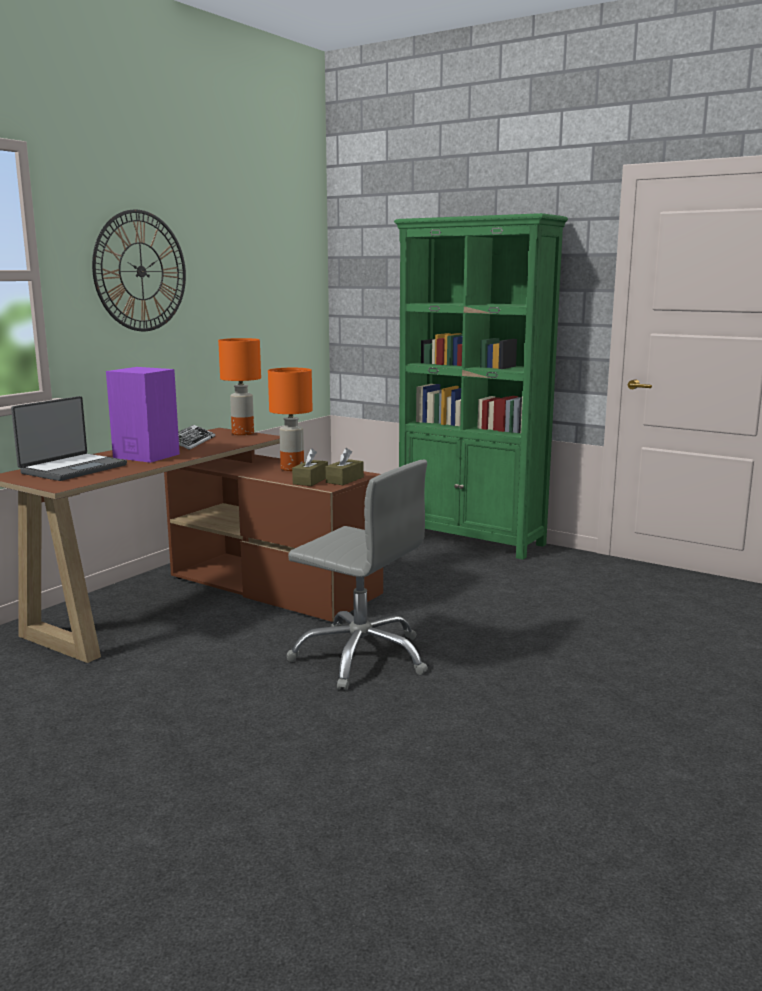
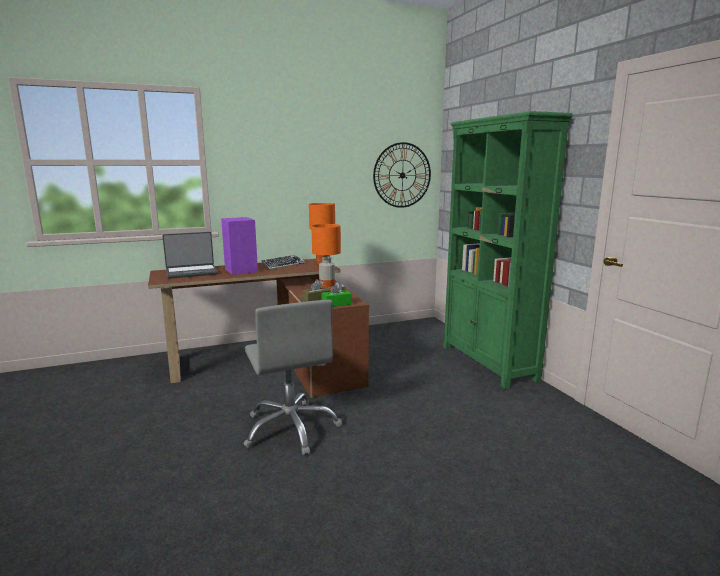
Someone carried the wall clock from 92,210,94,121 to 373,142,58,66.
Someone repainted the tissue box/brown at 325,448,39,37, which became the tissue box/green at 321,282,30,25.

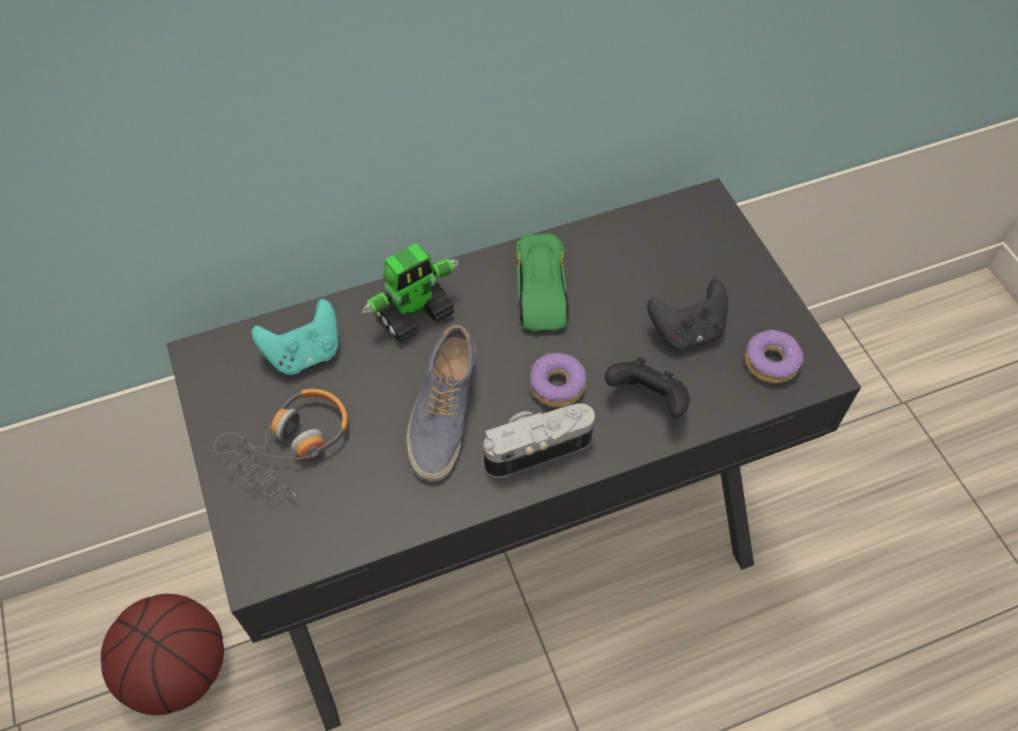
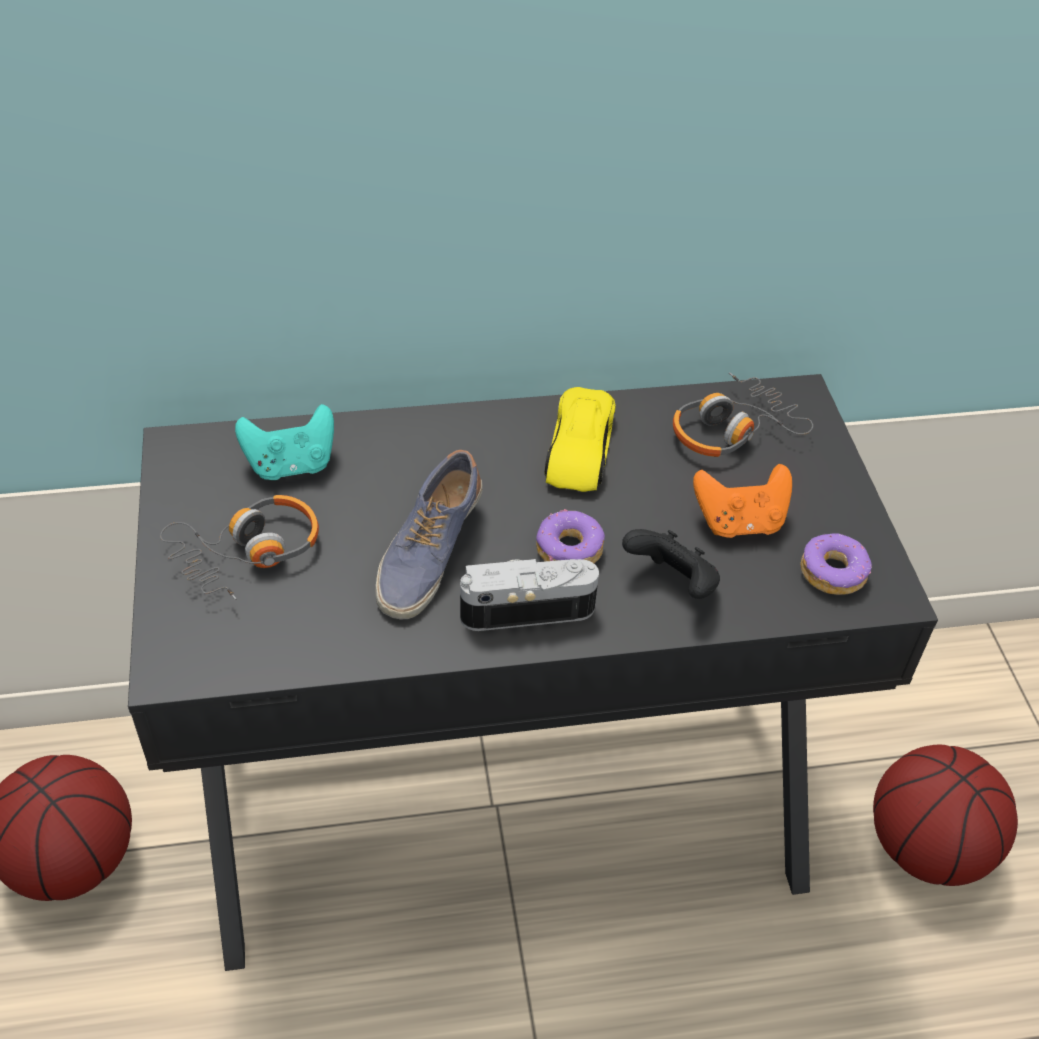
Someone took away the toy robot at 362,243,96,99.
Someone repainted the toy car/green at 516,233,53,98, which became the toy car/yellow at 544,387,72,105.
Someone repainted the game controller/black at 647,279,81,71, which became the game controller/orange at 693,464,99,74.
Someone put down the headphones at 673,372,140,85.
Someone put down the basketball at 873,745,145,141.

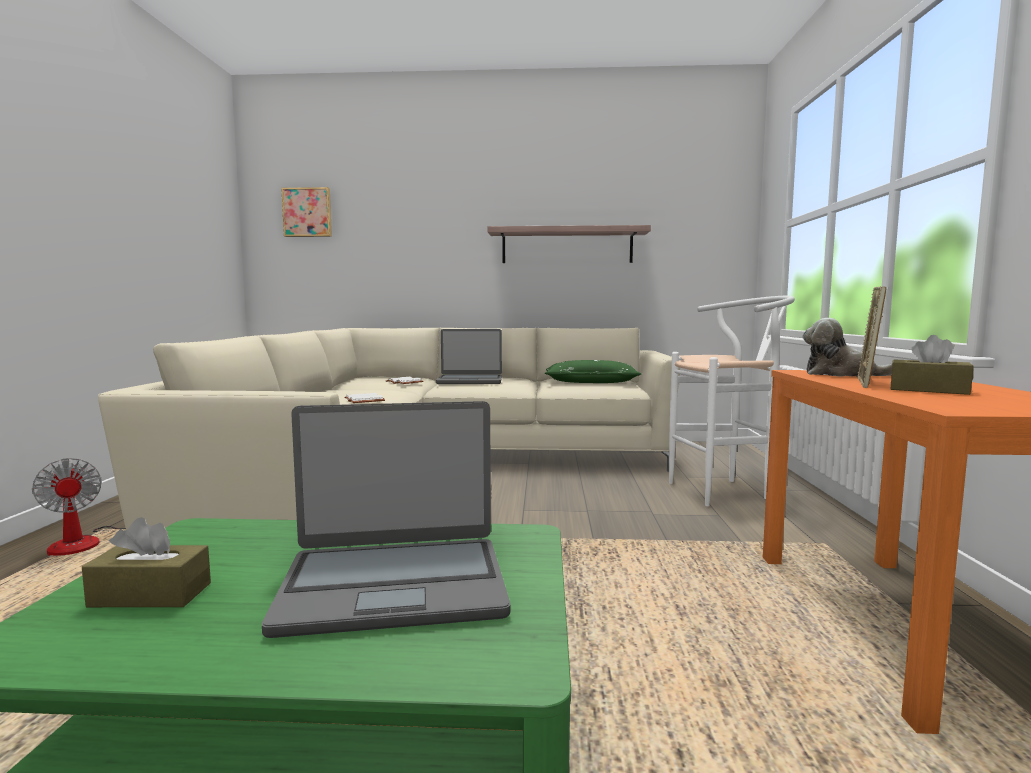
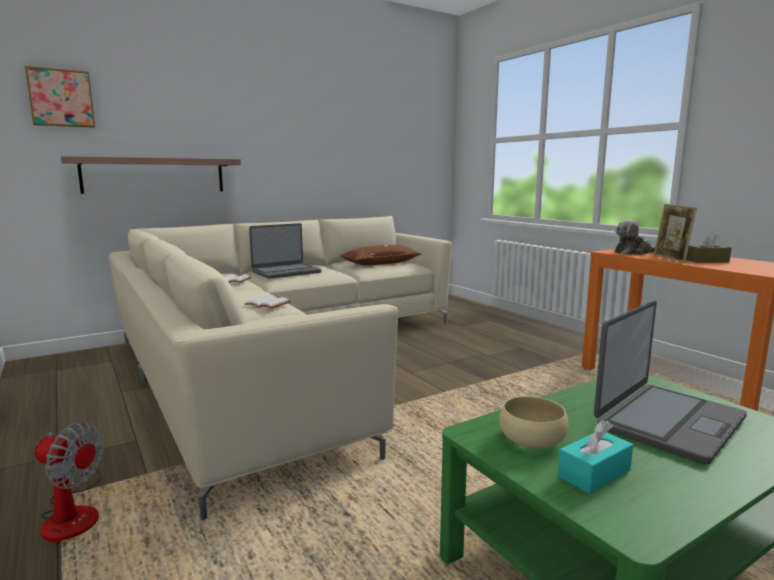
Someone repainted the tissue box/brown at 82,517,129,90, which became the tissue box/turquoise at 557,420,76,74.
Someone carried the shelf from 487,225,164,38 to 61,156,180,38.
Someone repainted the pillow/green at 545,360,96,23, which became the pillow/brown at 340,245,81,20.
Someone took away the stool/white at 669,296,126,210.
Someone put down the bowl/beige at 499,396,70,53.

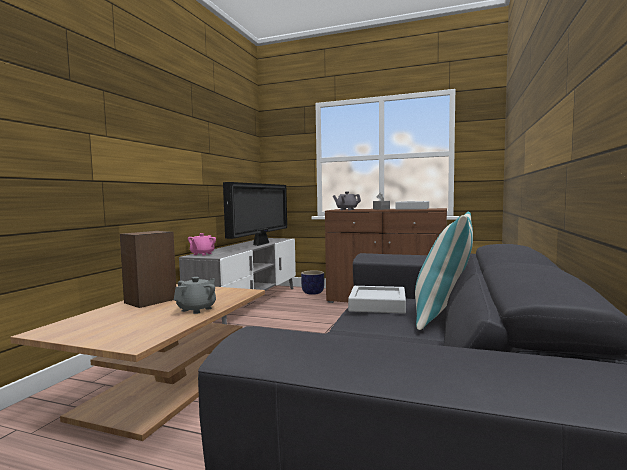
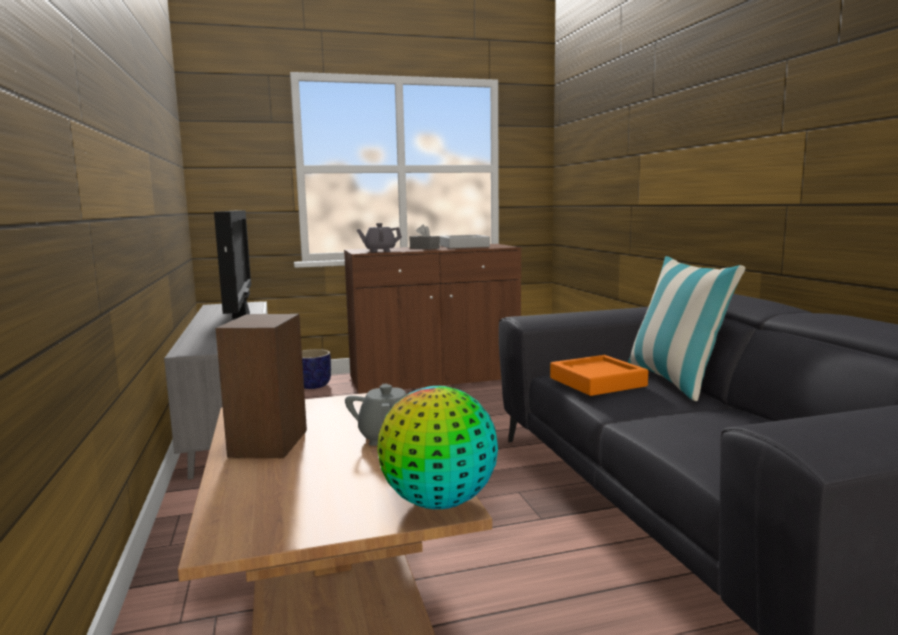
Someone took away the teapot/pink at 188,233,28,23.
Someone repainted the tray/grey at 348,286,58,28, which became the tray/orange at 550,355,98,41.
Someone put down the globe at 377,386,121,123.

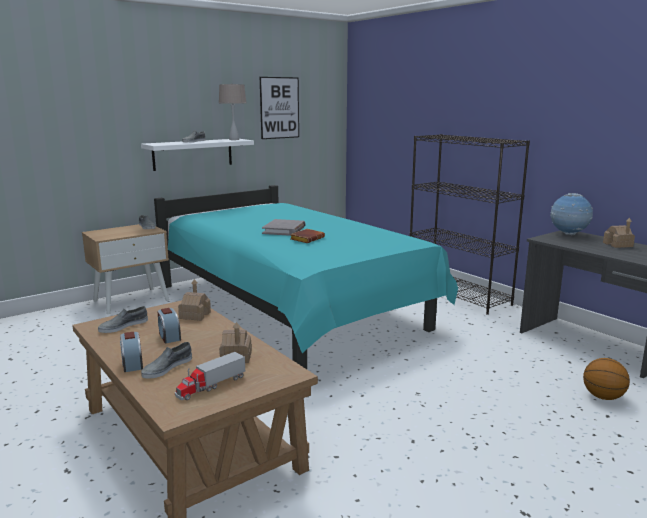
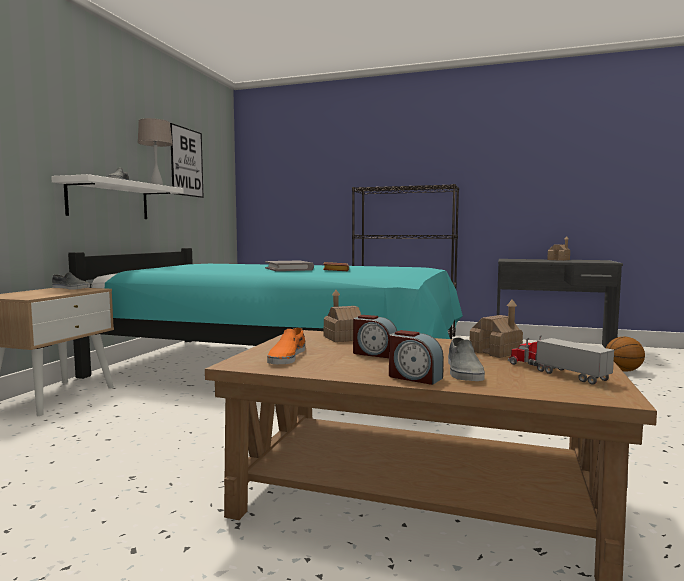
Someone repainted the shoe/grey at 98,306,50,27, which became the shoe/orange at 267,328,38,36.
Someone rotated the toy truck at 175,352,70,48 by 135 degrees clockwise.
Someone took away the globe at 550,193,43,42.

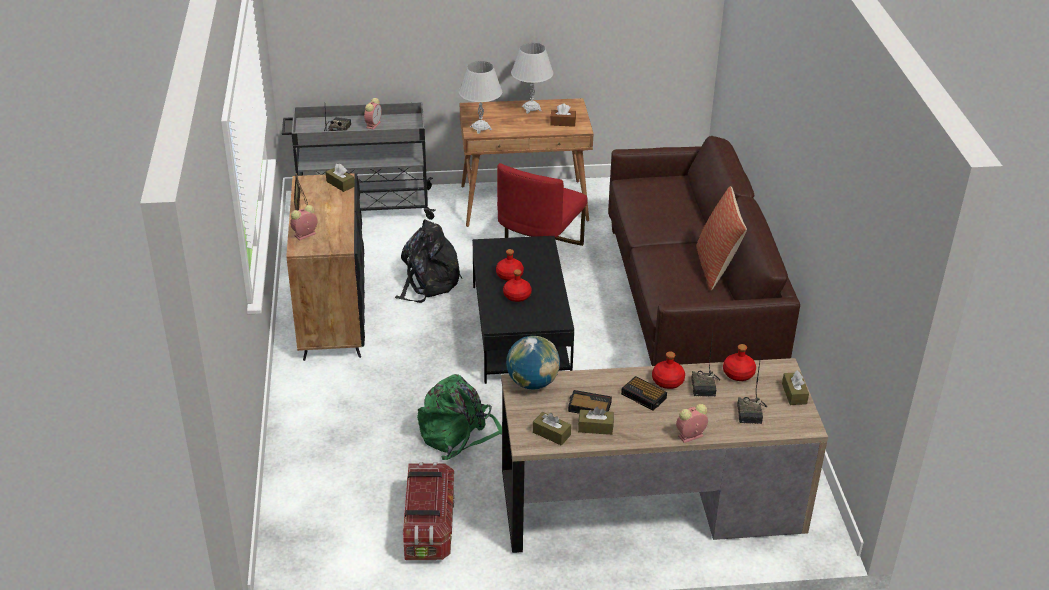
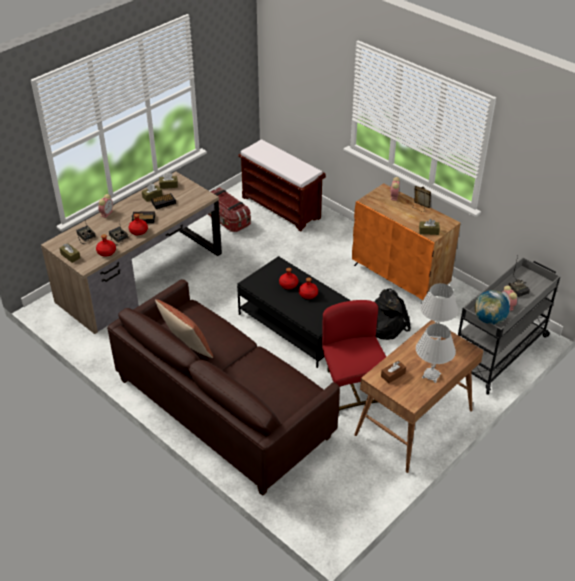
Someone repainted the cabinet/black at 286,173,79,188, which became the cabinet/orange at 352,183,108,117.
Someone took away the backpack/green at 417,374,85,86.
Someone carried the globe from 506,336,54,53 to 475,290,35,34.
Someone put down the bench/brown at 238,139,88,93.

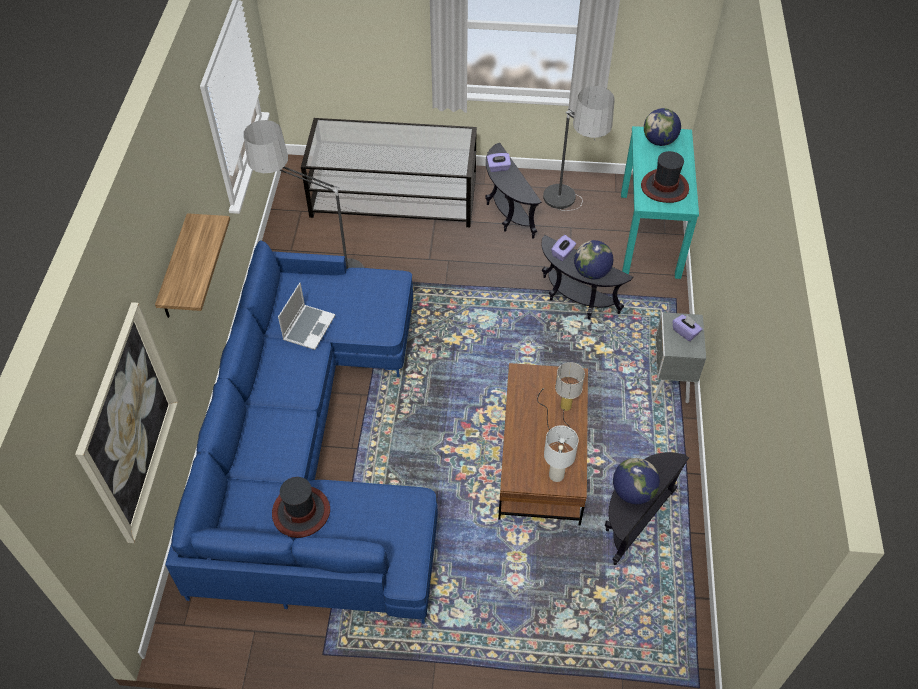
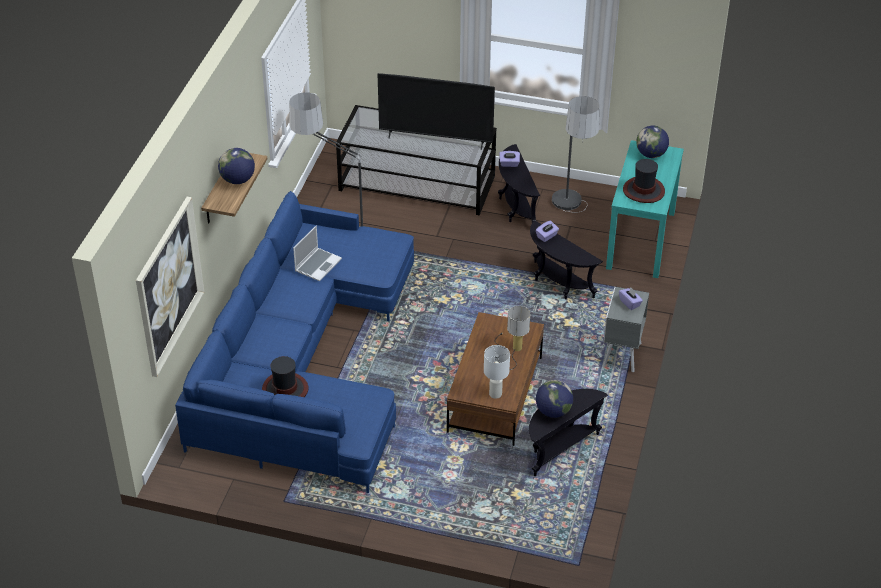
Someone carried the globe from 574,240,40,39 to 218,148,37,36.
Someone put down the television at 378,73,117,77.

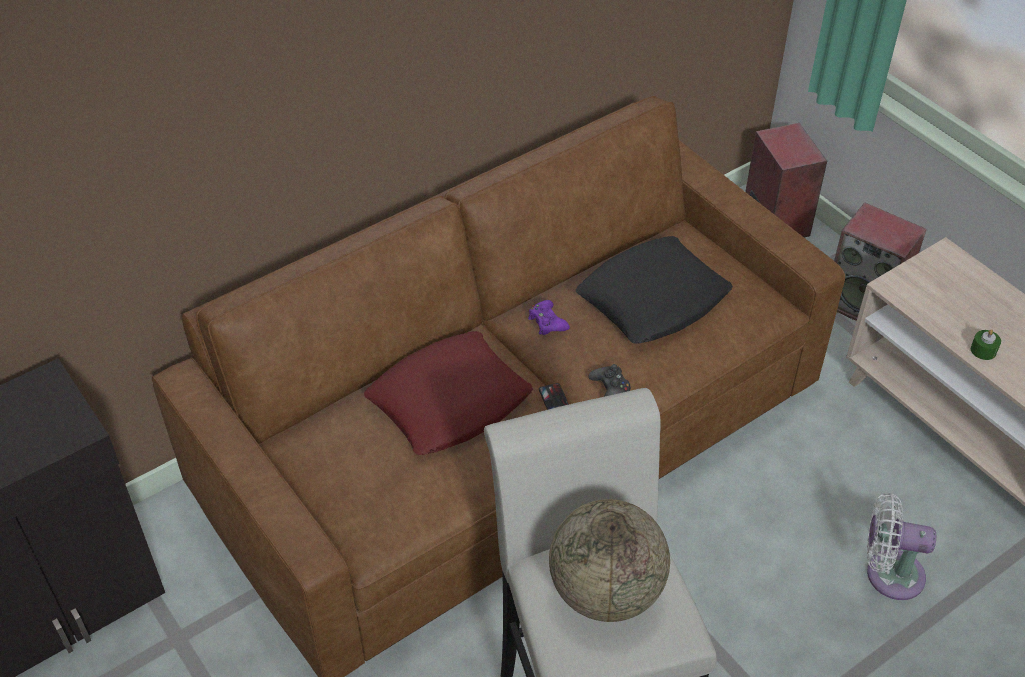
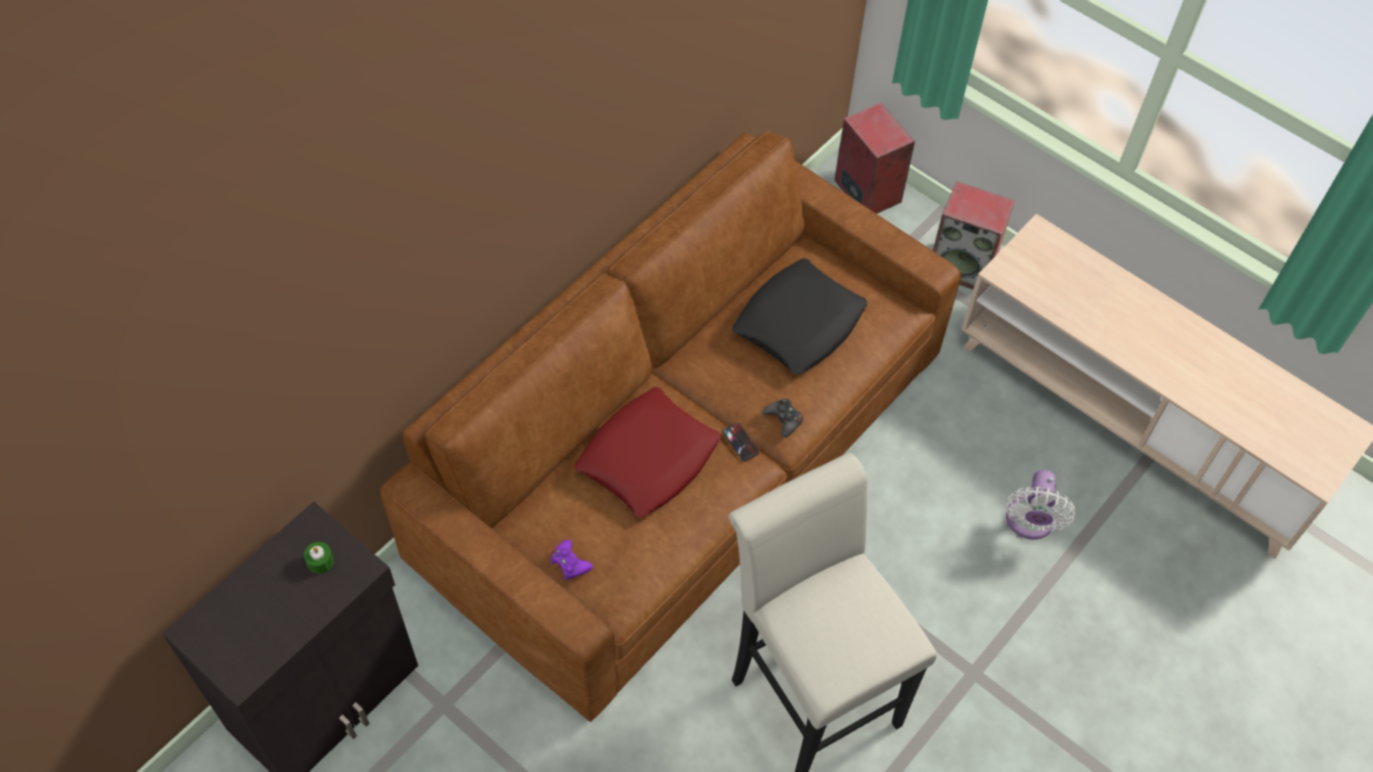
Someone carried the game controller/purple from 528,300,42,35 to 550,539,43,41.
Someone took away the globe at 549,499,121,123.
Someone rotated the fan/white at 867,493,69,107 by 75 degrees counterclockwise.
Someone carried the candle/green from 971,329,30,31 to 304,542,30,32.

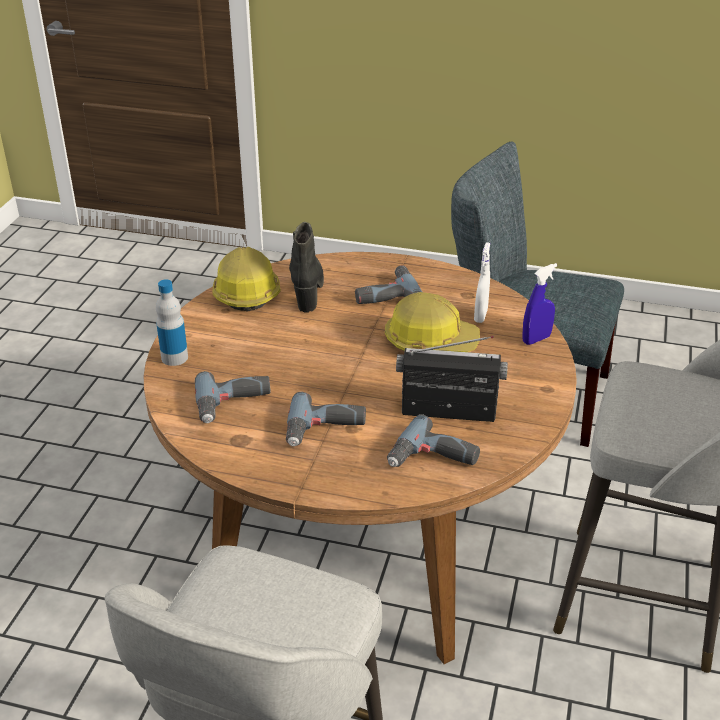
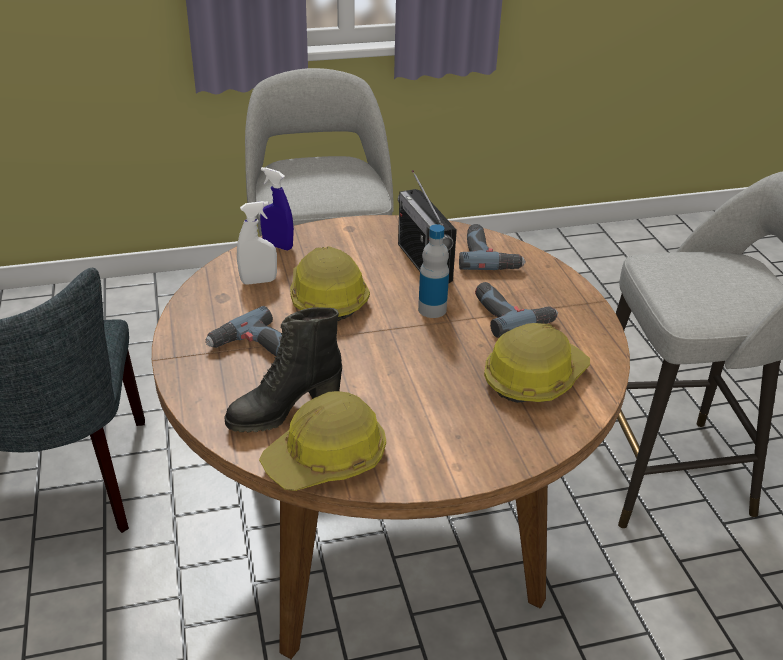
Someone carried the bottle from 156,279,32,87 to 418,224,31,94.
Someone swapped the power drill at 195,371,76,52 for the hard hat at 484,323,106,80.

